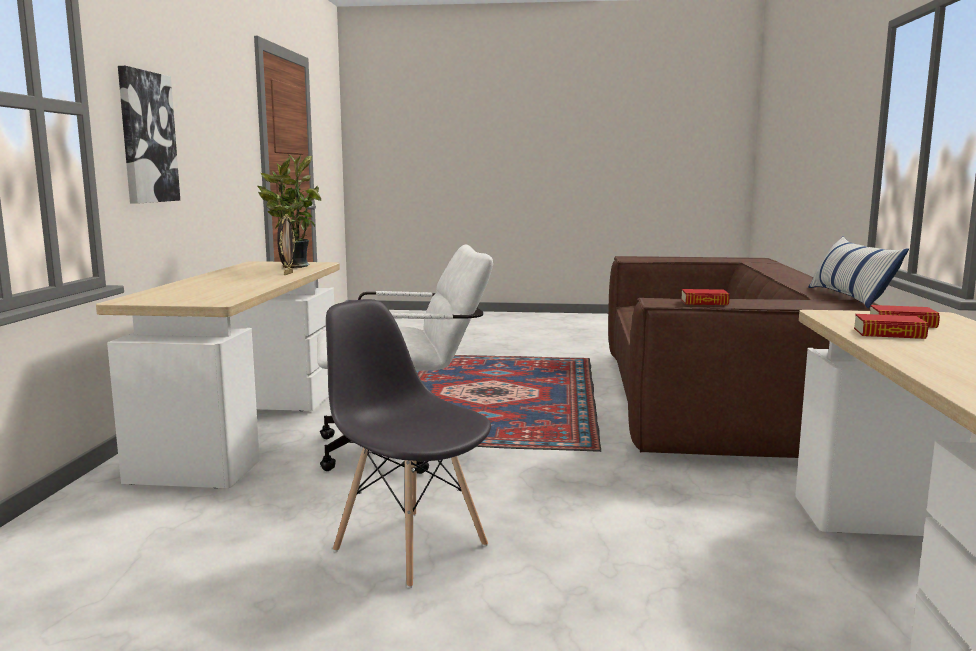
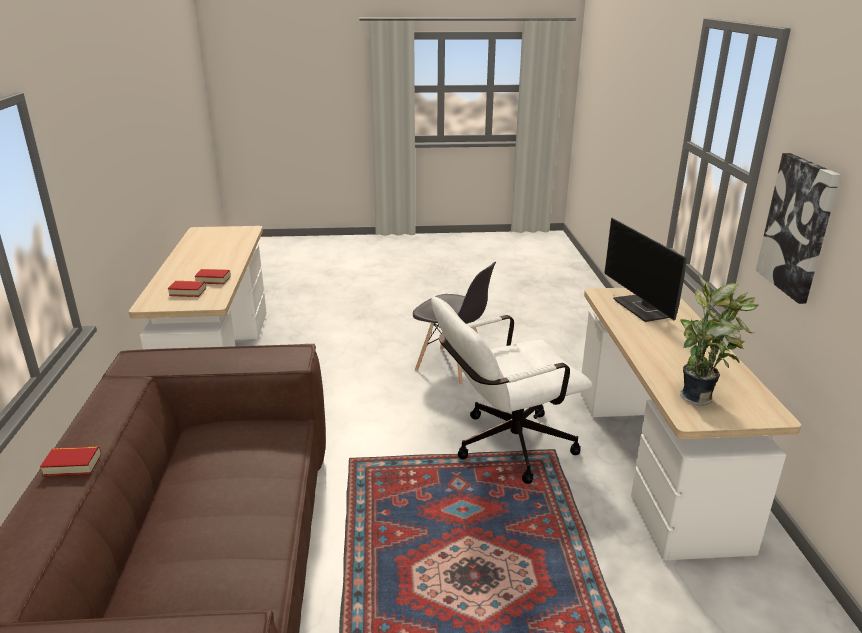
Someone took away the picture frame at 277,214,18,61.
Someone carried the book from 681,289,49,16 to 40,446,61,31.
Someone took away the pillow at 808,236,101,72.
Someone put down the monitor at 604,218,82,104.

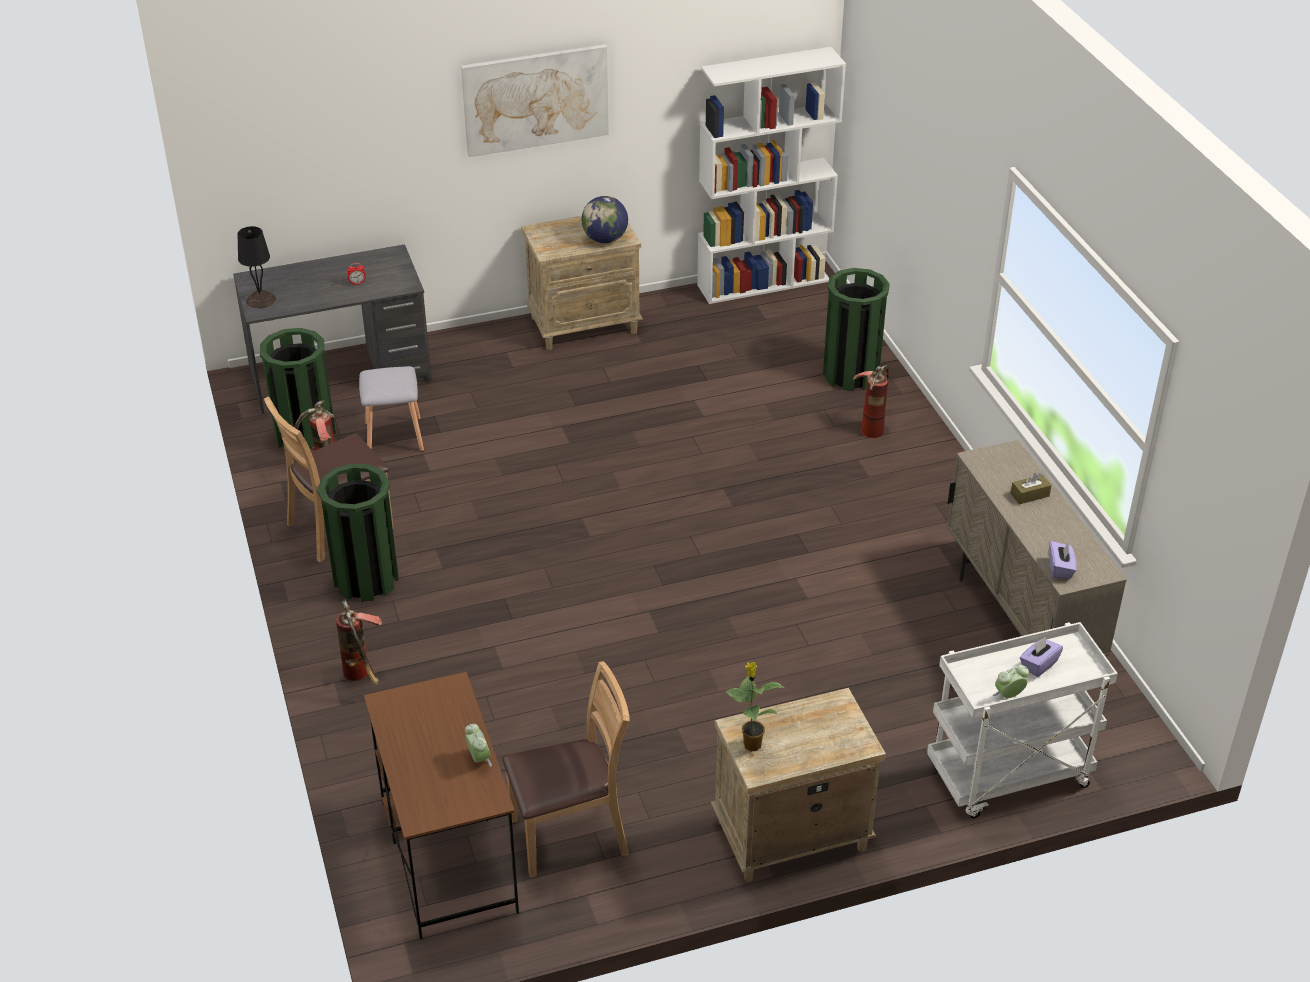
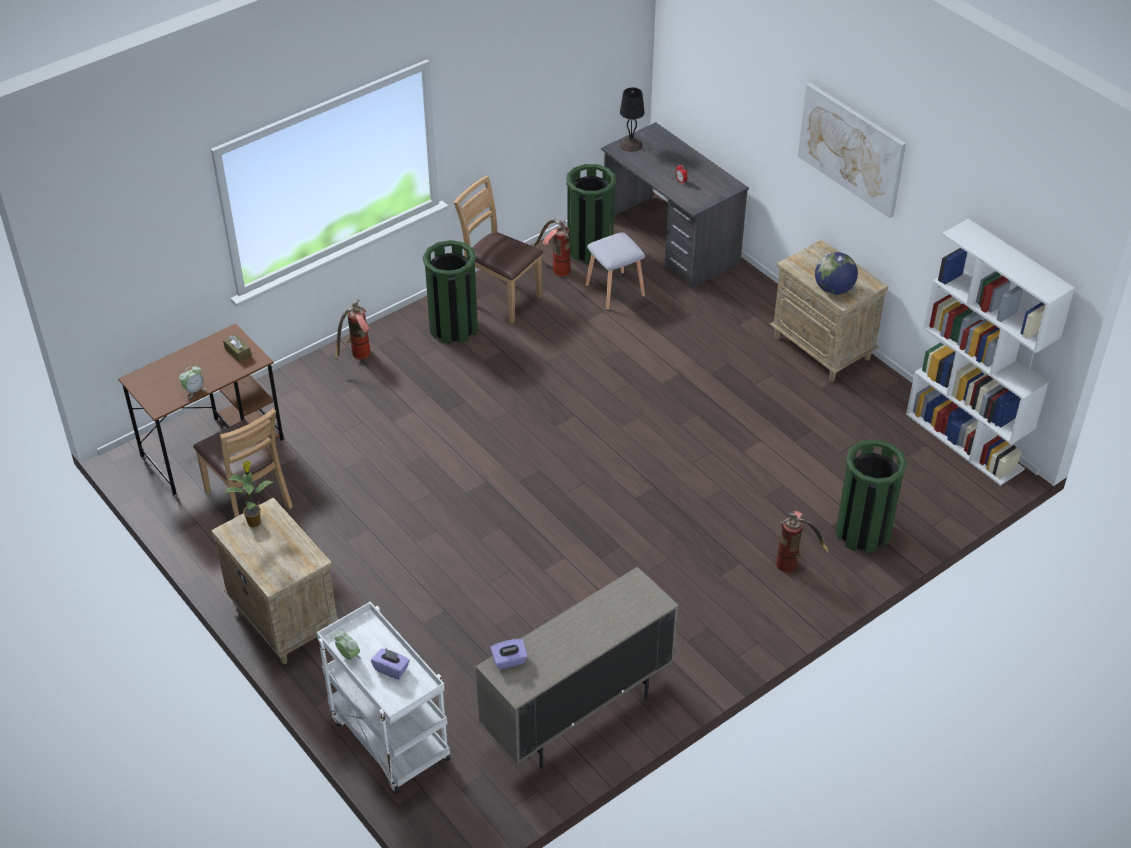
Someone carried the tissue box/brown from 1010,473,41,31 to 223,334,28,28.

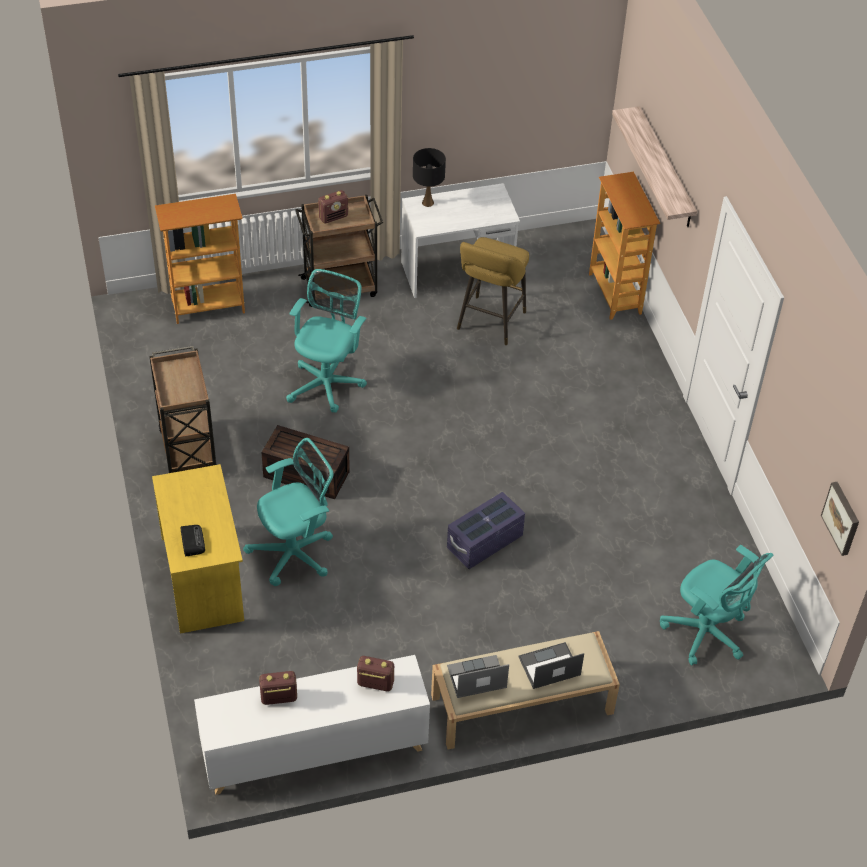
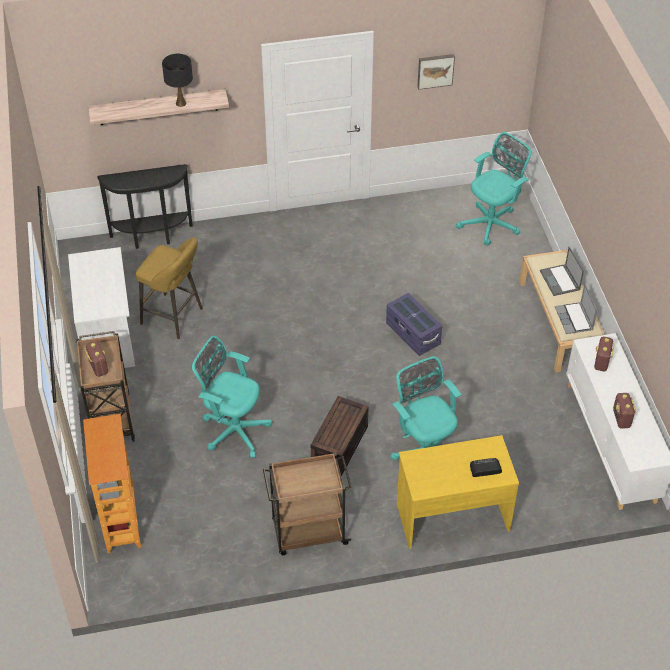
Someone carried the table lamp/black from 413,148,33,59 to 162,54,31,53.
Someone swapped the bookcase at 589,172,71,148 for the console table/black at 97,164,96,85.
Someone carried the picture from 821,482,38,74 to 417,54,38,36.

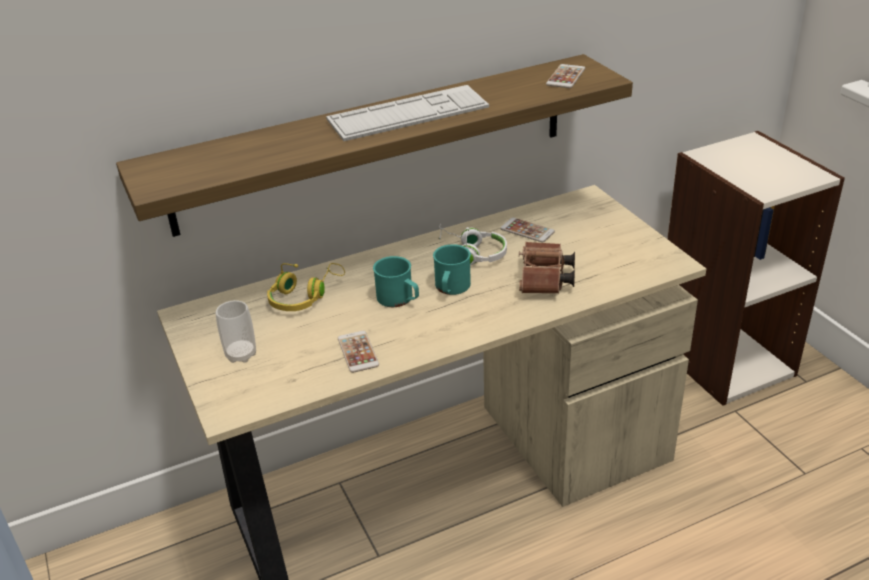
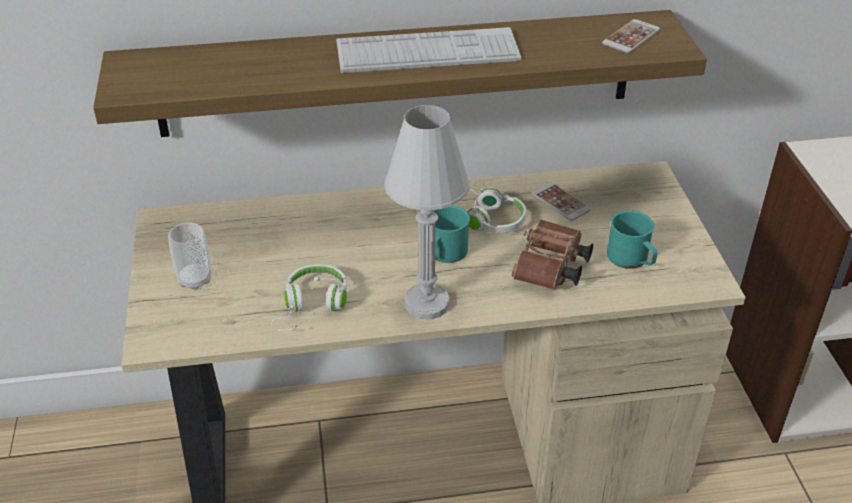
Someone took away the headphones/yellow at 267,263,78,48.
Someone swapped the phone at 338,331,41,42 for the headphones/white at 271,264,76,67.
Someone carried the mug/turquoise from 373,256,46,51 to 607,210,50,59.
Someone put down the table lamp/white at 384,105,85,215.

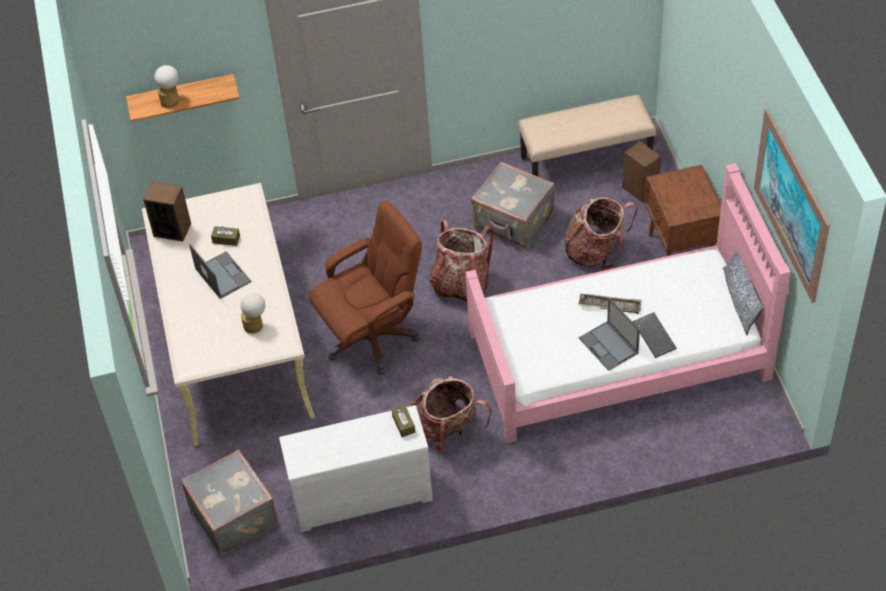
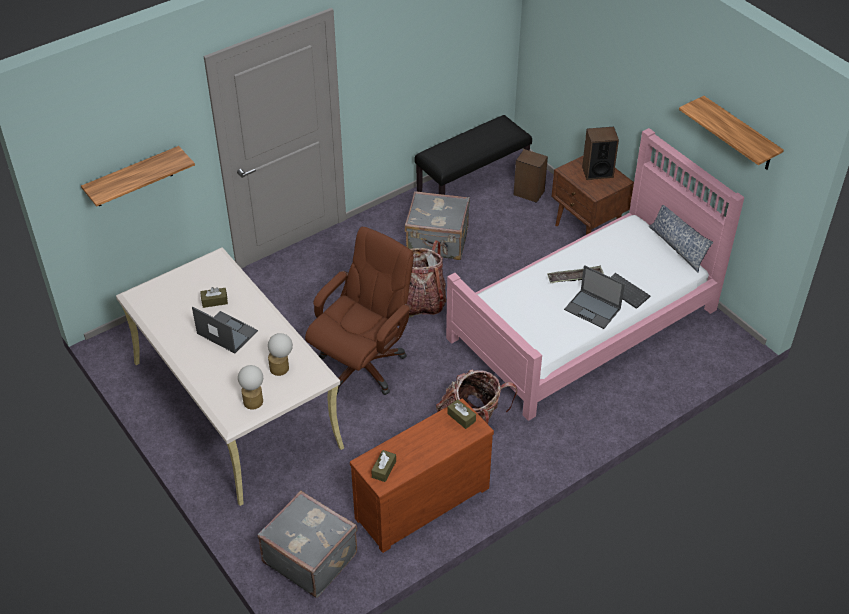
Someone carried the speaker from 143,182,48,60 to 582,127,37,53.
Someone carried the table lamp from 155,65,24,43 to 238,365,25,44.
Someone repainted the dresser/white at 279,405,154,127, which became the dresser/brown at 350,398,144,155.
Someone repainted the bench/beige at 518,95,138,82, which became the bench/black at 414,115,118,80.
Someone took away the backpack at 564,197,74,72.
Someone swapped the picture at 754,108,76,195 for the shelf at 679,96,105,74.
Someone put down the tissue box/brown at 371,450,25,32.

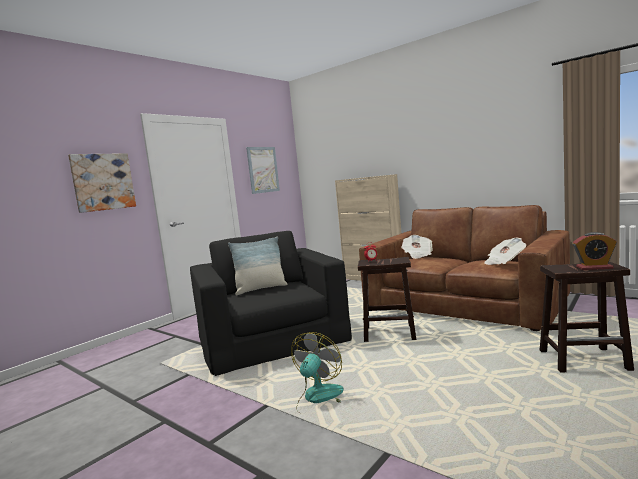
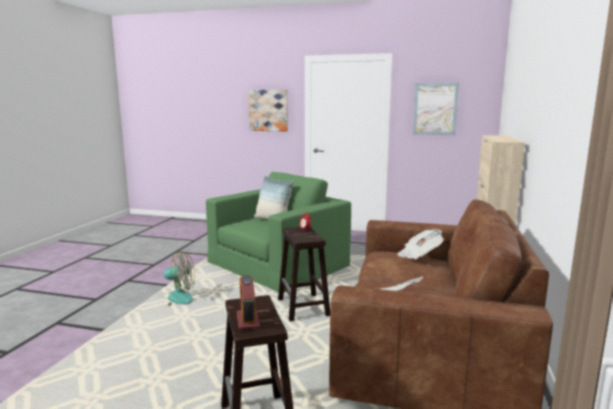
Someone repainted the armchair/black at 190,231,162,145, which became the armchair/green at 206,172,145,121.

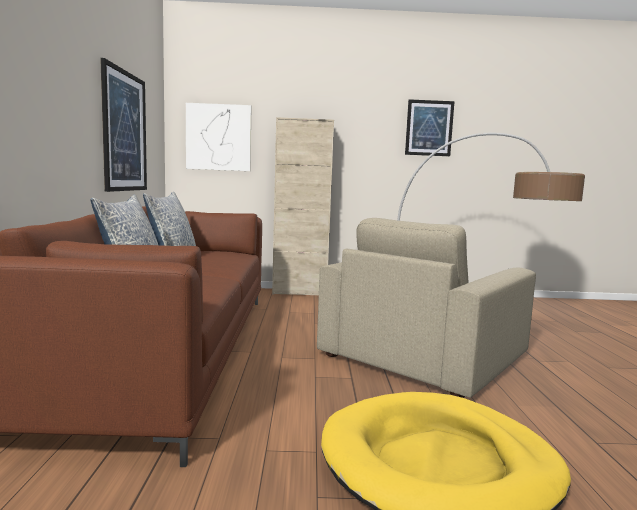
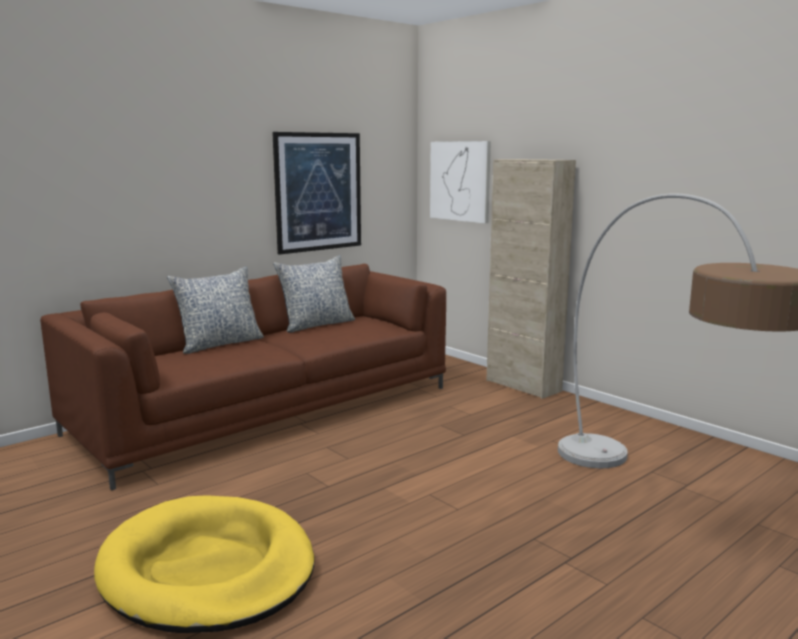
Someone took away the armchair/beige at 317,218,219,180.
Someone took away the picture at 405,99,50,57.

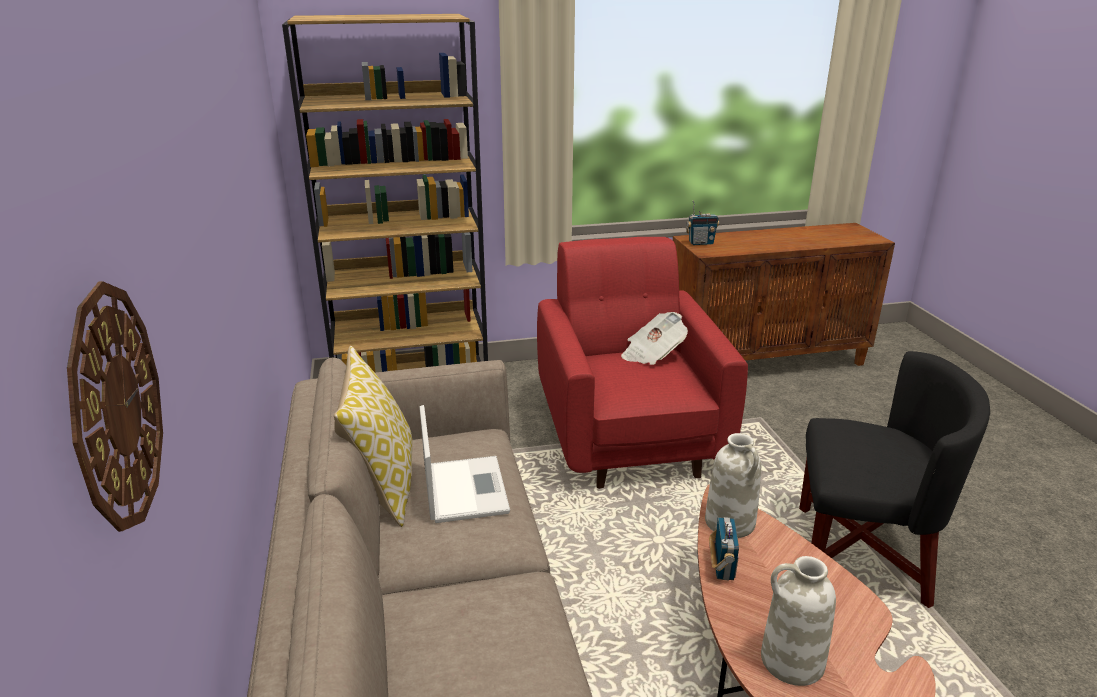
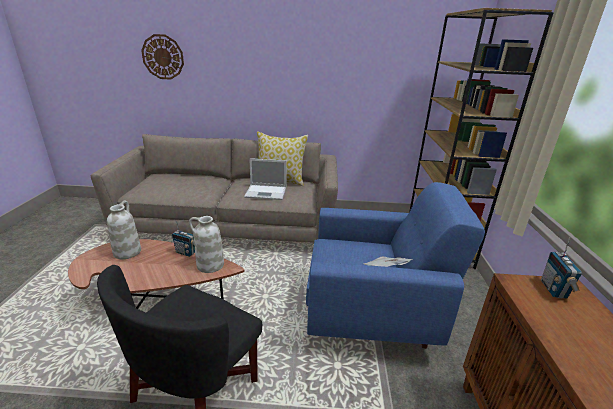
Someone repainted the armchair/red at 537,237,211,252, which became the armchair/blue at 306,182,179,167.

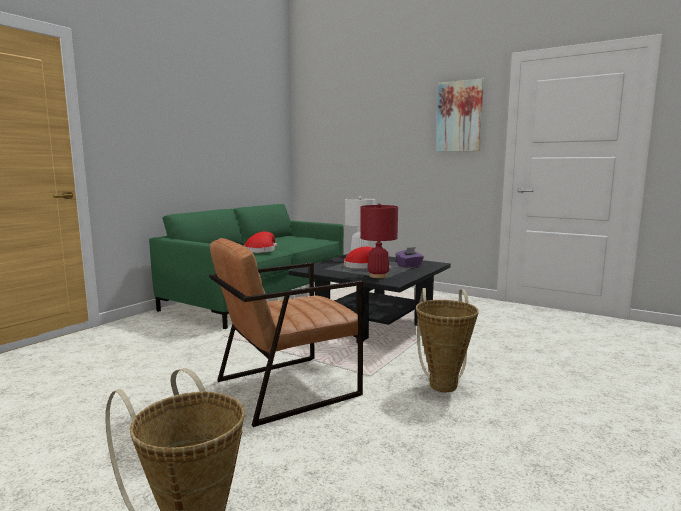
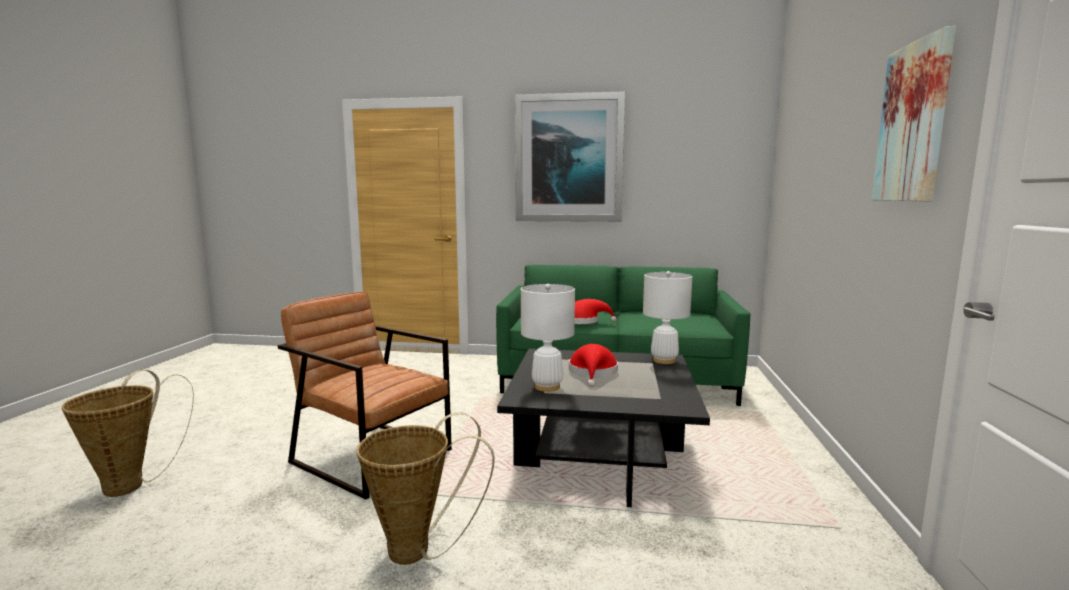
Someone repainted the table lamp/red at 360,203,38,75, which became the table lamp/white at 521,284,54,108.
Someone took away the tissue box/purple at 395,247,29,21.
Someone put up the picture at 515,92,110,130.

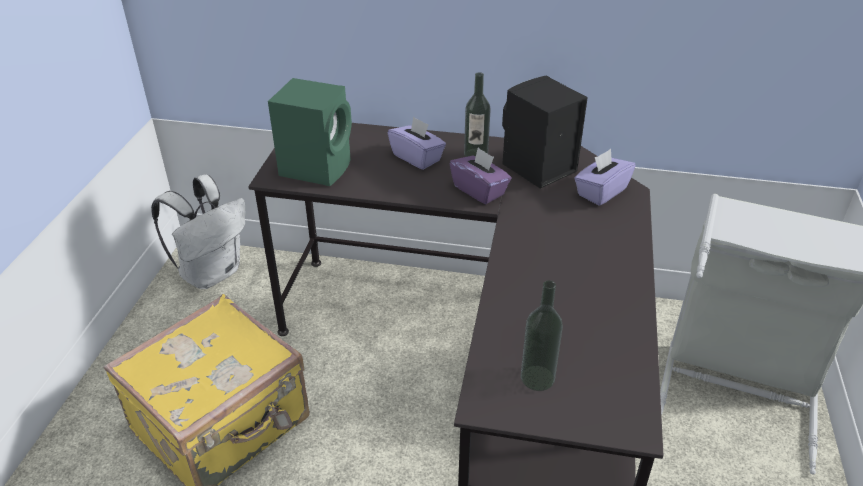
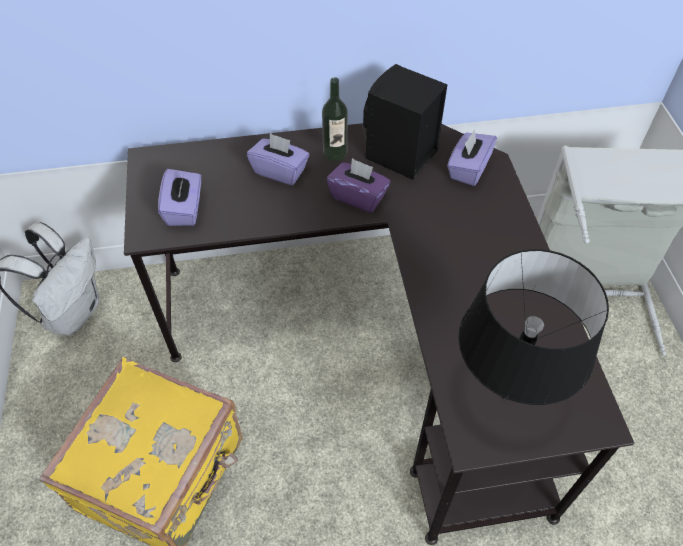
Someone swapped the speaker/green at 268,78,84,108 for the tissue box/purple at 158,169,43,57.
Someone swapped the bottle at 521,280,42,111 for the table lamp/black at 459,249,150,156.

